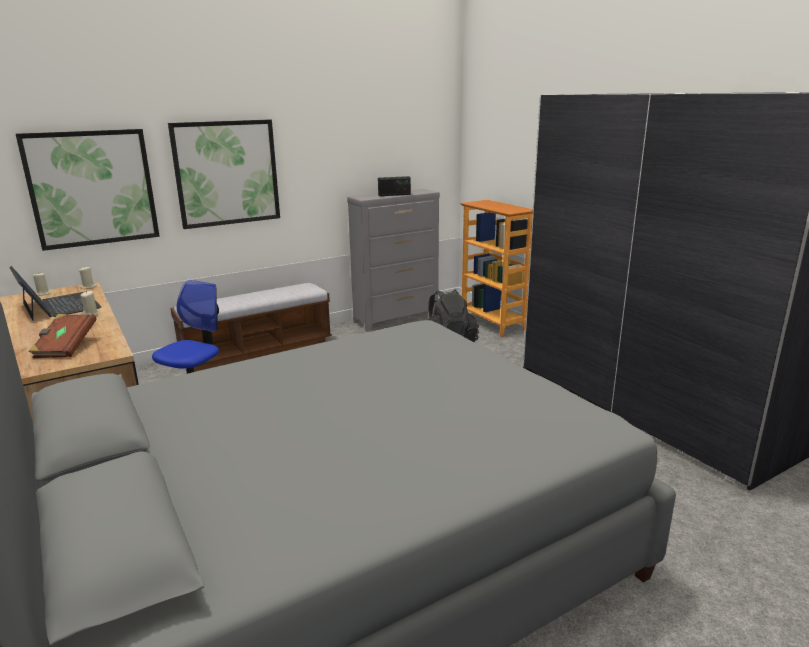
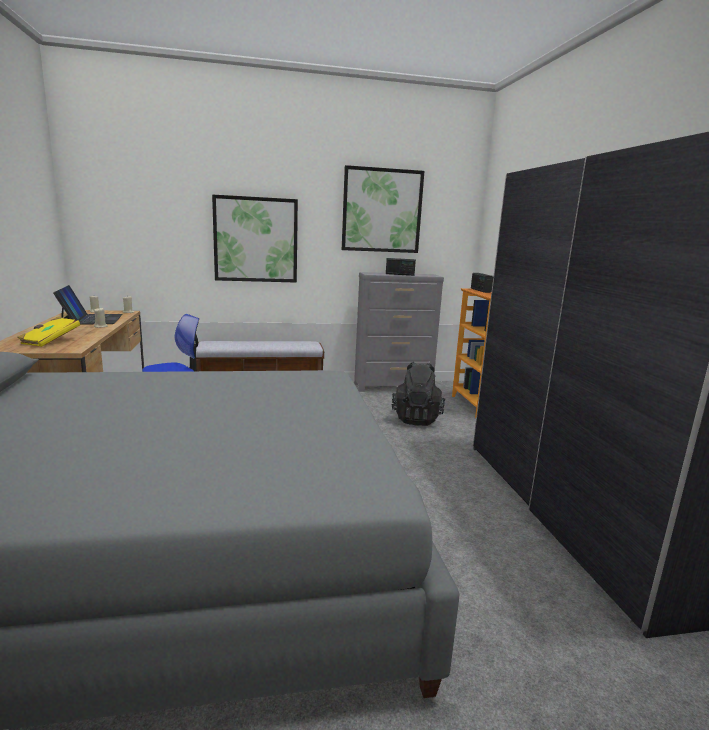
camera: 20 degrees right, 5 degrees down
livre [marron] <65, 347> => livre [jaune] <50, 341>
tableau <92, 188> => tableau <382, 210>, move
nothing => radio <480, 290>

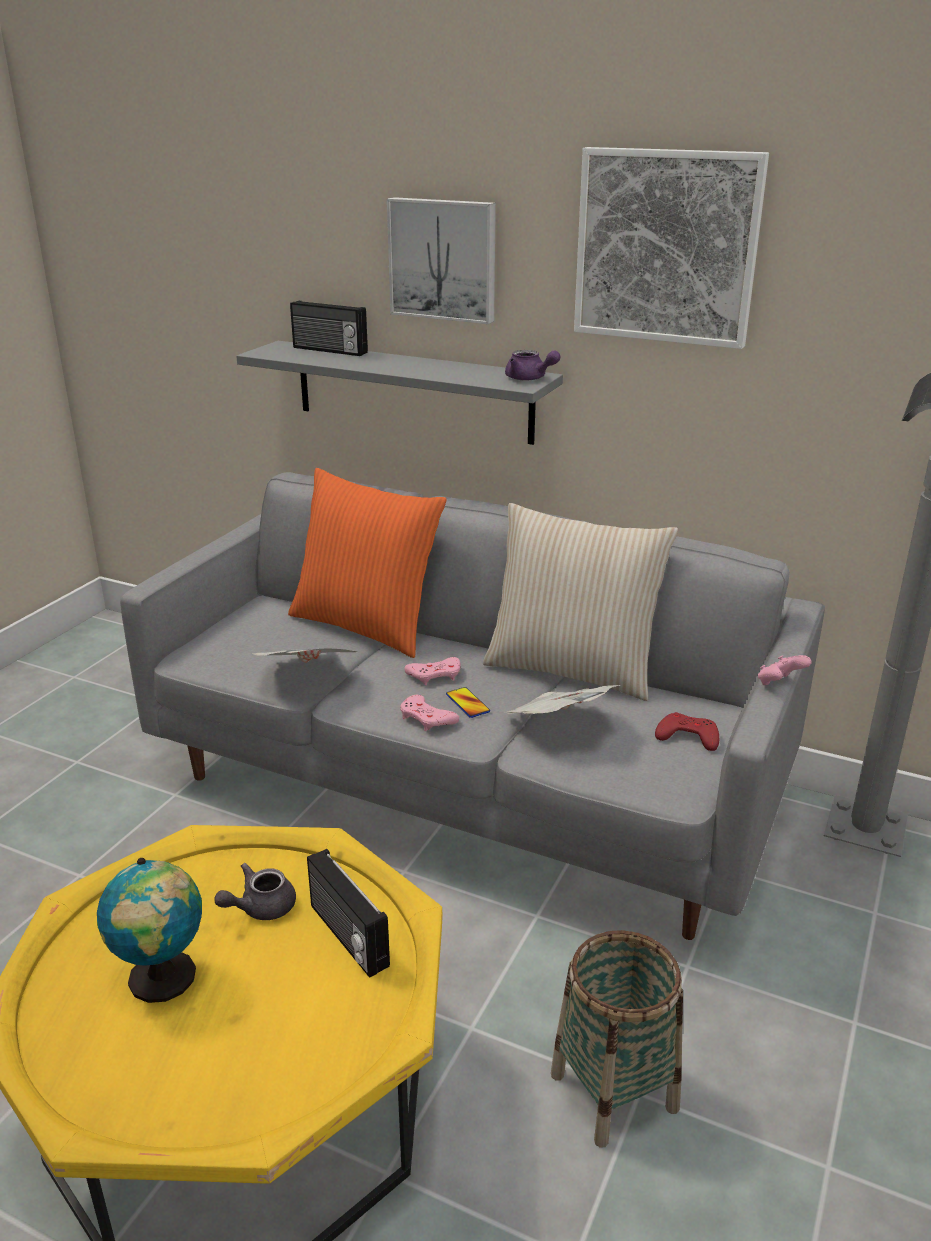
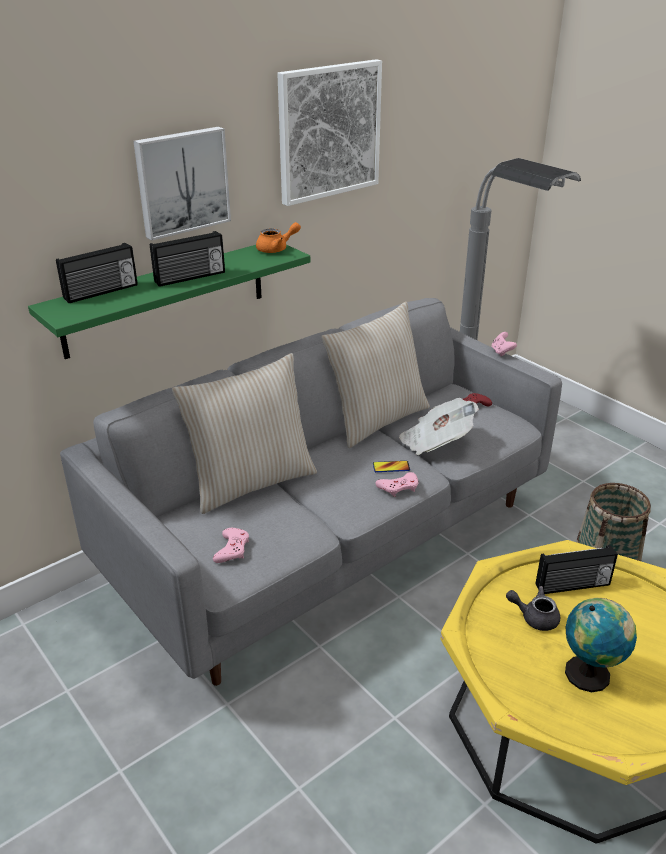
camera: 65 degrees left, 5 degrees up
étagère [gris] <413, 391> => étagère [vert] <166, 298>
nothing => radio <190, 277>
coussin [orange] <366, 626> => coussin [beige] <251, 482>
manette [rose] <435, 675> => manette [rose] <232, 549>, move
théière [violet] <529, 379> => théière [orange] <276, 249>
théière [gris] <260, 908> => théière [gris] <534, 617>, 120 degrees clockwise
journal <308, 676> => nothing

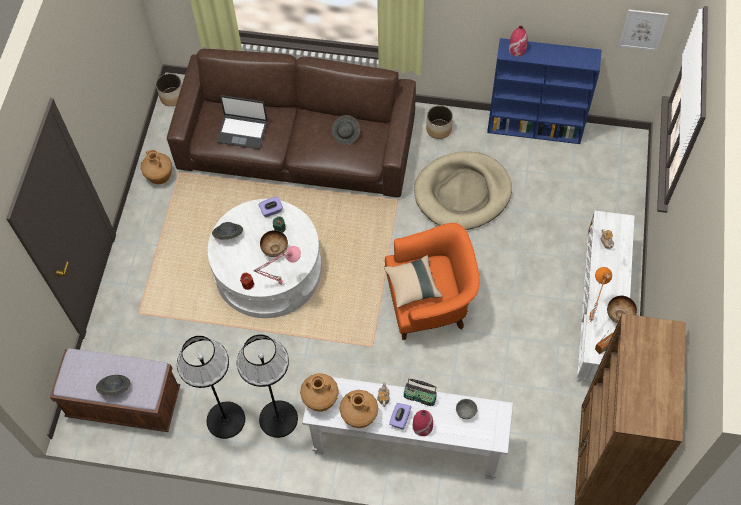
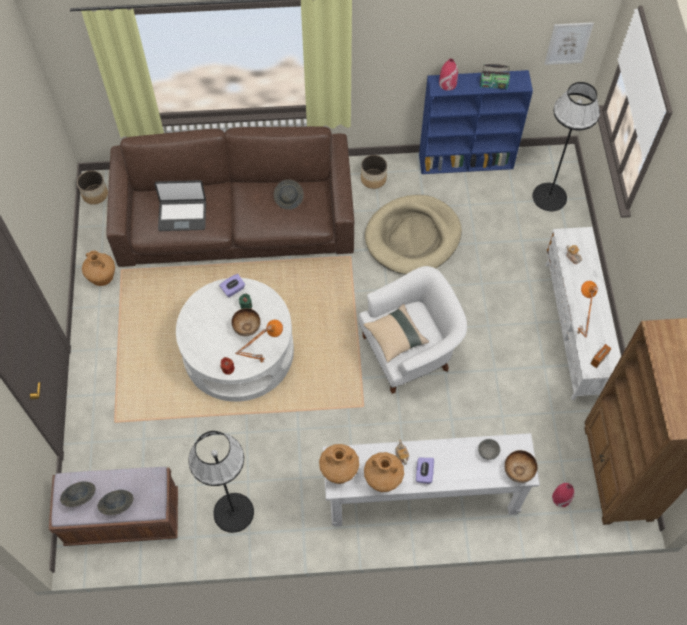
camera: 15 degrees left, 0 degrees up
chapeau [gris] <228, 235> => chapeau [gris] <79, 497>, move
lampe de table [rose] <281, 283> => lampe de table [orange] <262, 361>
fauteuil [orange] <430, 304> => fauteuil [blanc] <410, 352>
radio <420, 396> => radio <493, 84>, move
bol <619, 315> => bol <518, 471>, move
lampadaire [noir] <278, 418> => lampadaire [noir] <549, 196>, move
vase [rouge] <422, 426> => vase [rouge] <561, 498>, move

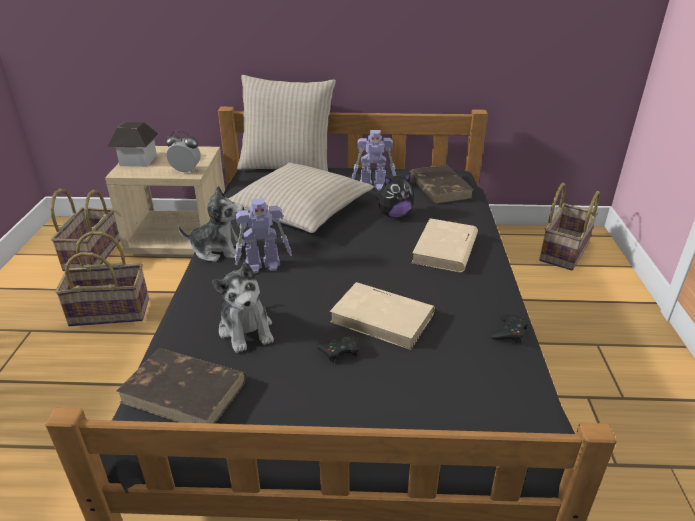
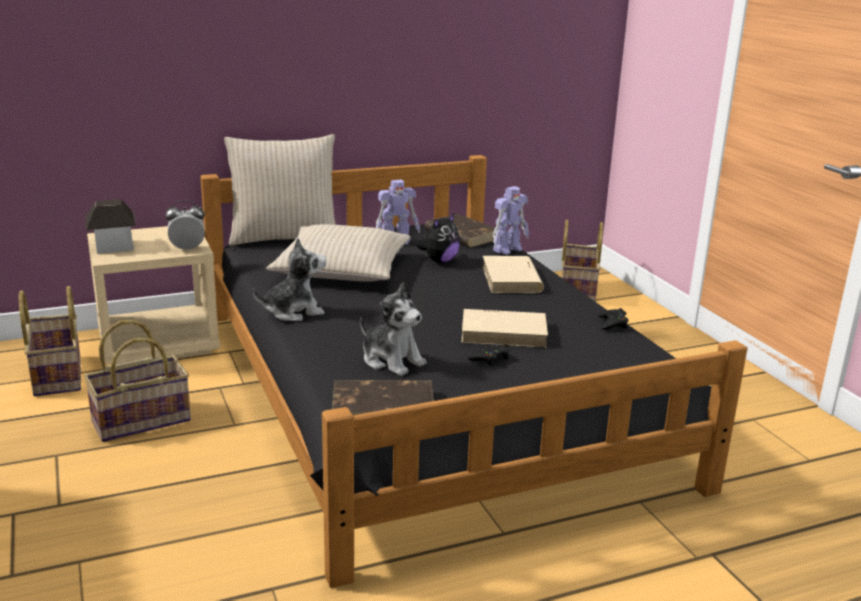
camera: 25 degrees left, 10 degrees down
robot jouet <264, 265> => robot jouet <508, 249>, move

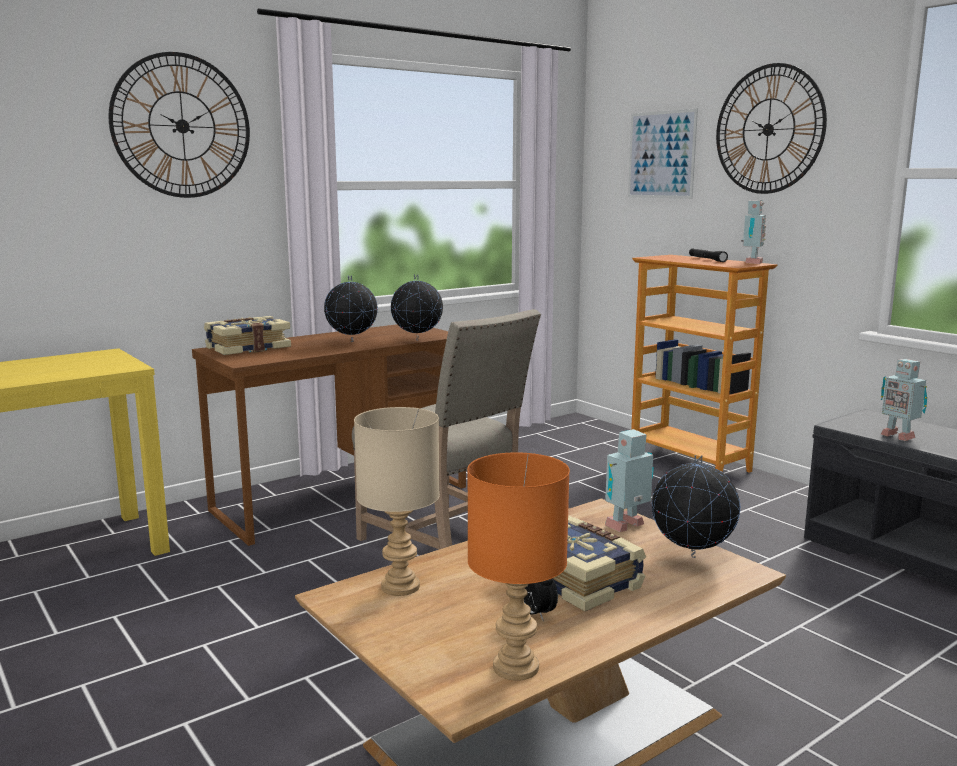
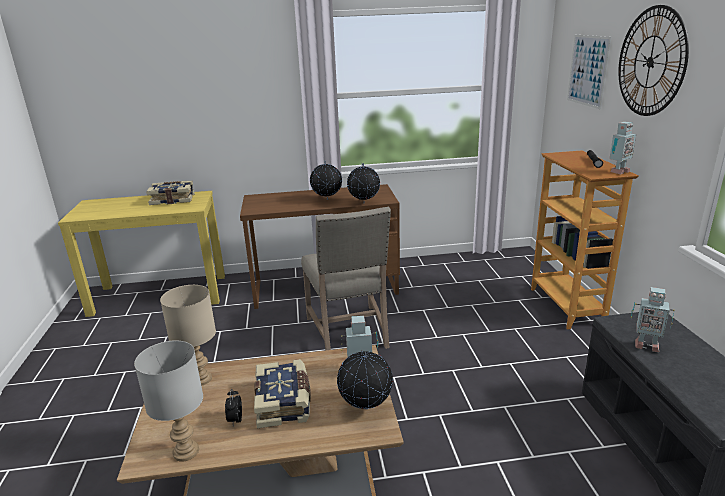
camera: 30 degrees right, 10 degrees up
lampe de table [orange] <517, 666> => lampe de table [gris] <187, 451>
livre <247, 348> => livre <172, 199>, move
robot jouet <898, 436> => robot jouet <645, 345>, 60 degrees counterclockwise
horloge murale <182, 126> => nothing

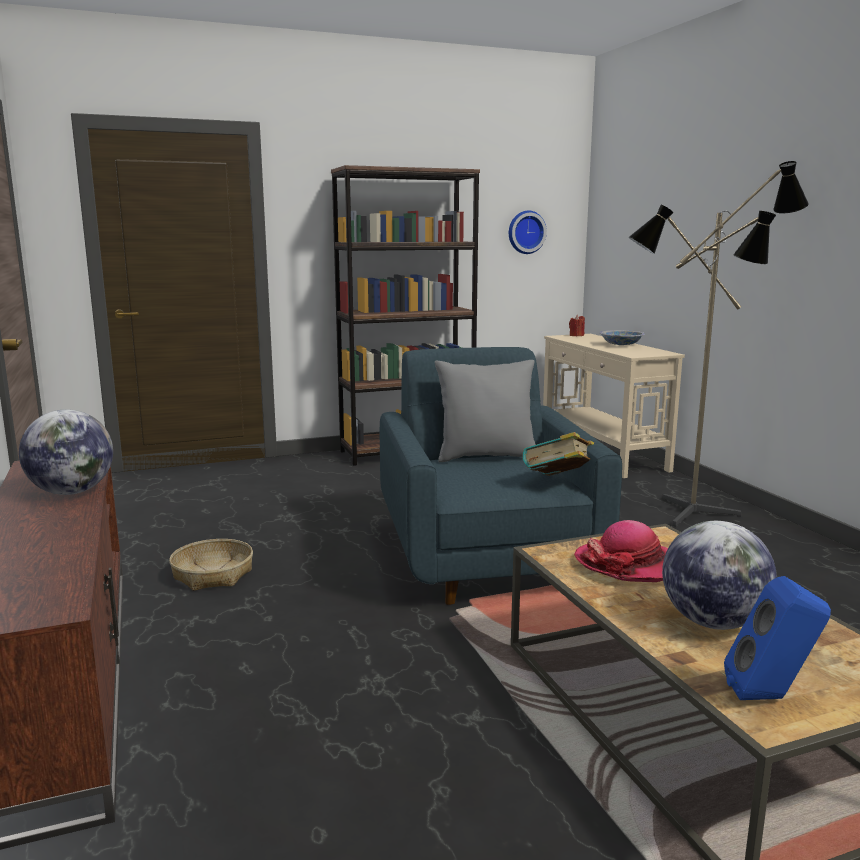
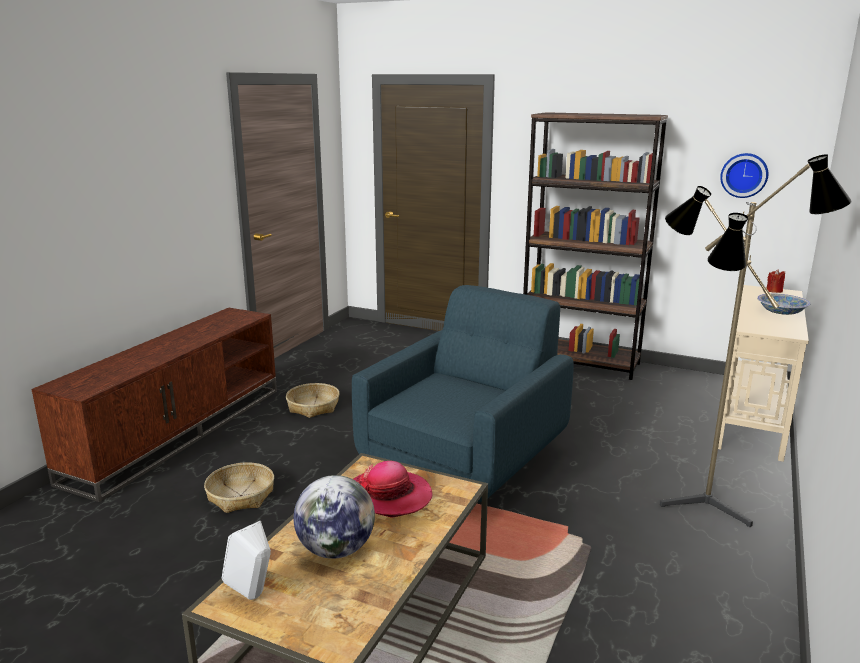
camera: 45 degrees right, 5 degrees up
nothing => panier <240, 495>
enceinte [bleu] <771, 697> => enceinte [blanc] <253, 597>
globe <71, 492> => nothing
coussin [gris] <486, 456> => nothing
livre <559, 483> => nothing

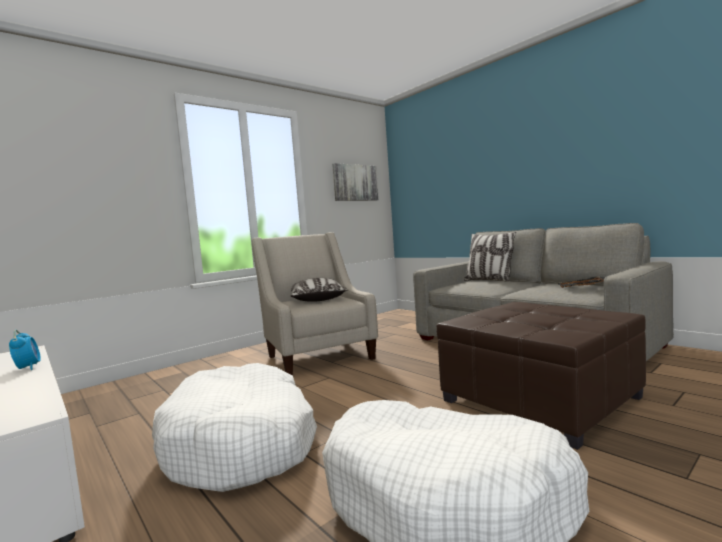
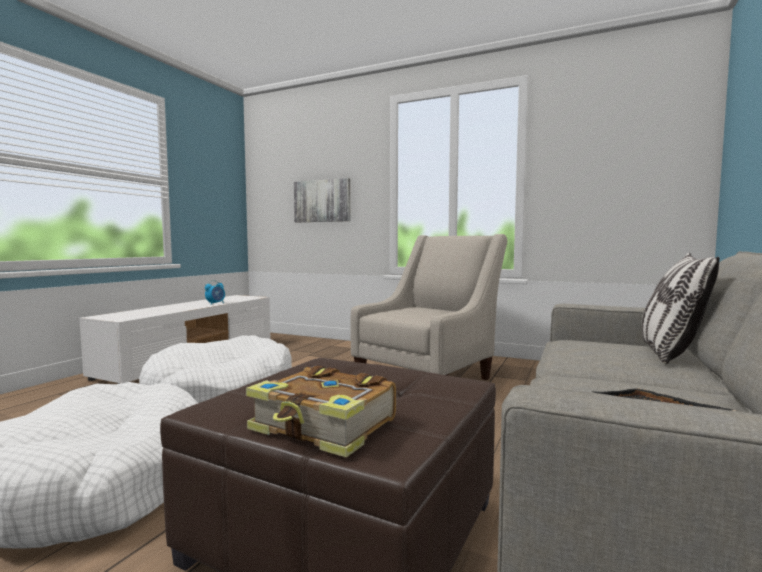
camera: 65 degrees right, 0 degrees up
nothing => livre <324, 427>
tableau <355, 183> => tableau <322, 201>, move
coussin <316, 299> => nothing

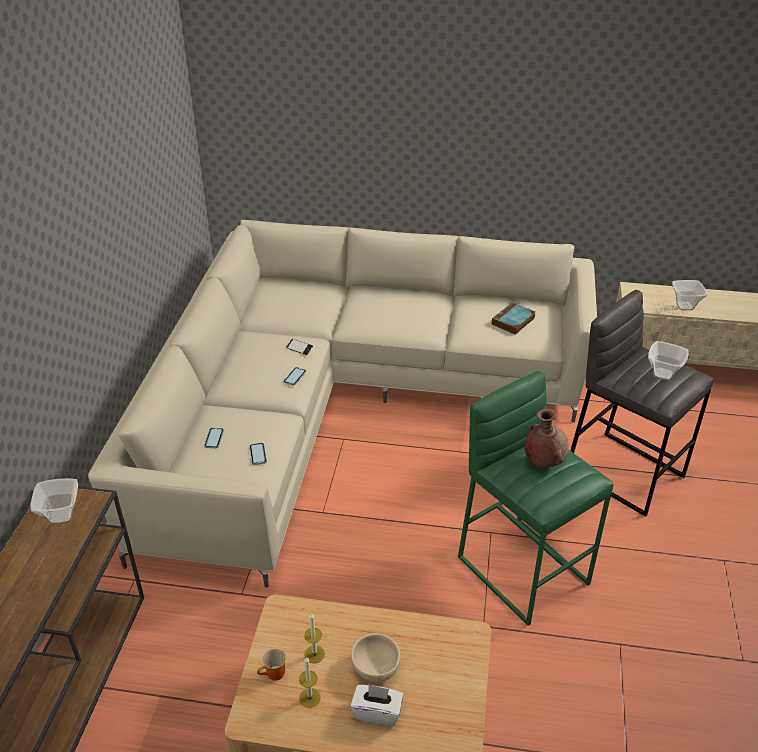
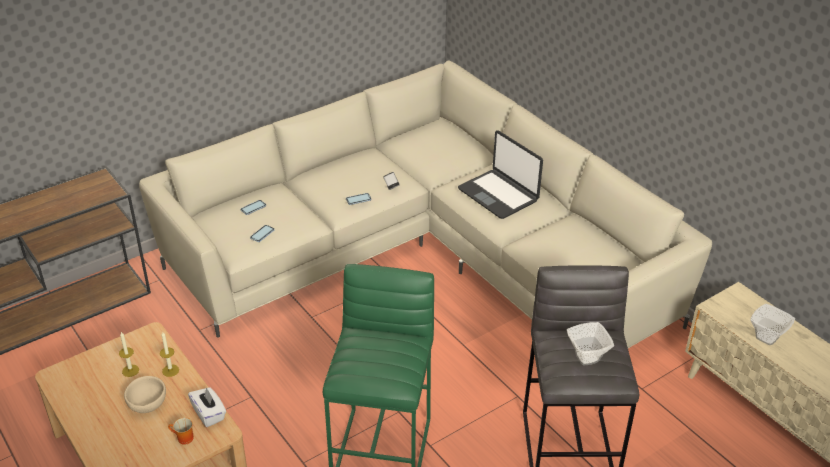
camera: 45 degrees right, 0 degrees up
bougie <309, 697> => bougie <170, 370>, move
mug <274, 674> => mug <183, 439>, move
boîte à mouchoirs [blanc] <377, 712> => boîte à mouchoirs [blanc] <209, 414>, move
nothing => ordinateur portable <498, 194>
bol <62, 515> => nothing
livre <513, 322> => nothing
vase [marron] <543, 461> => nothing

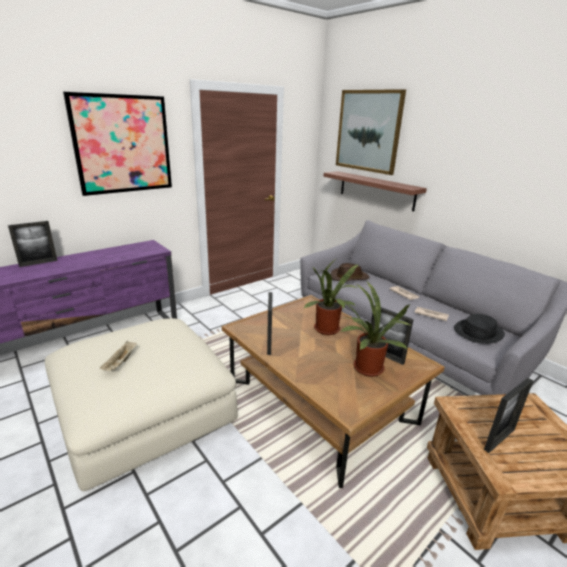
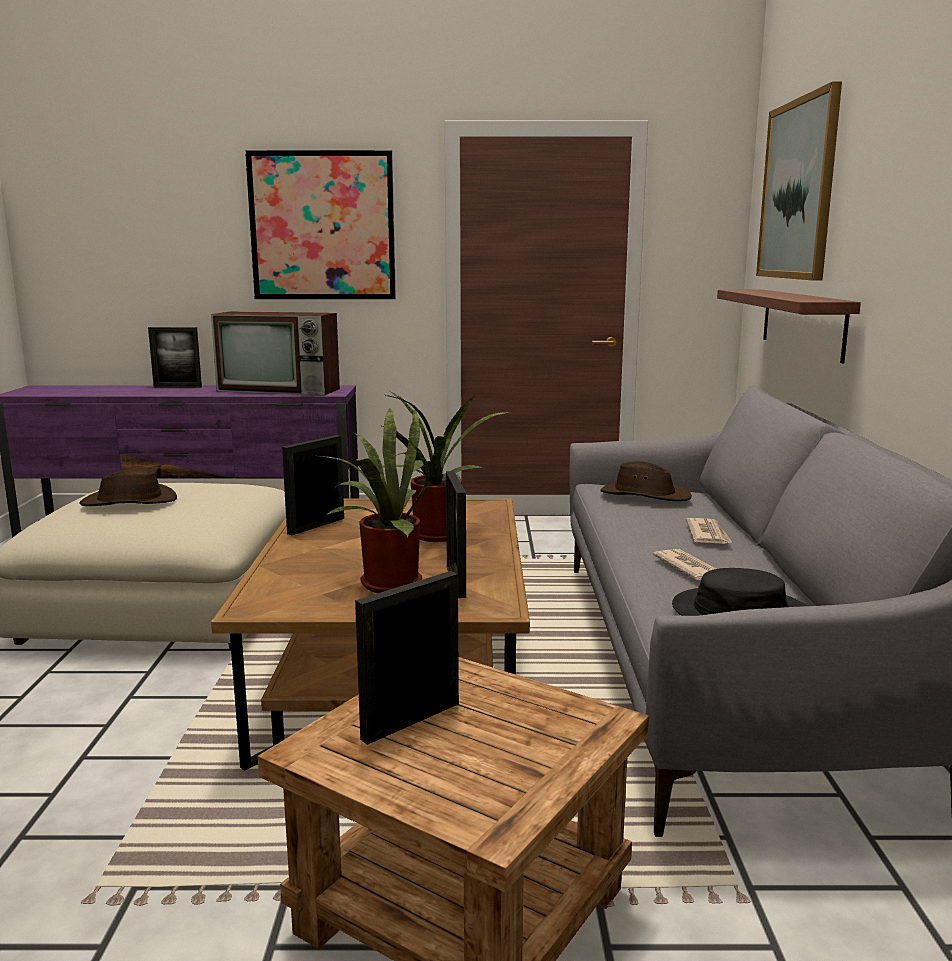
camera: 40 degrees right, 10 degrees down
plateau [beige] <121, 363> => chapeau [marron] <130, 502>
nothing => téléviseur <281, 390>
cadre photo <499, 439> => cadre photo <411, 721>, 135 degrees clockwise

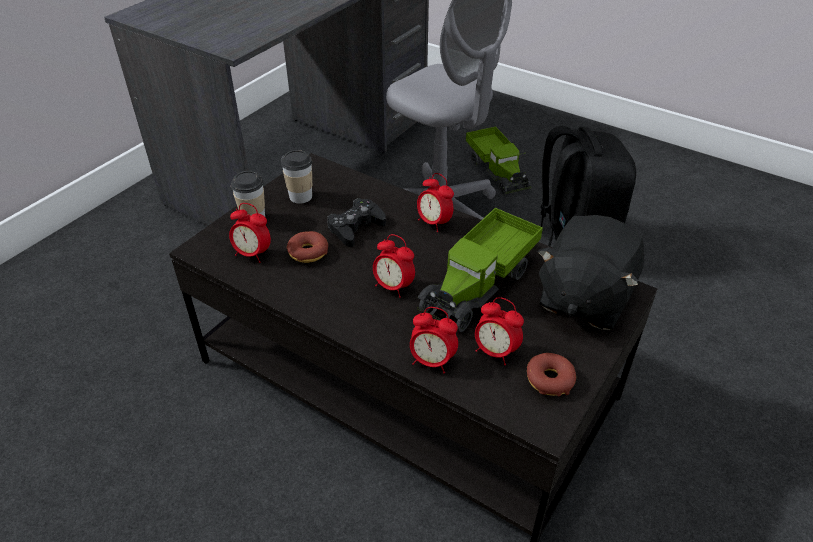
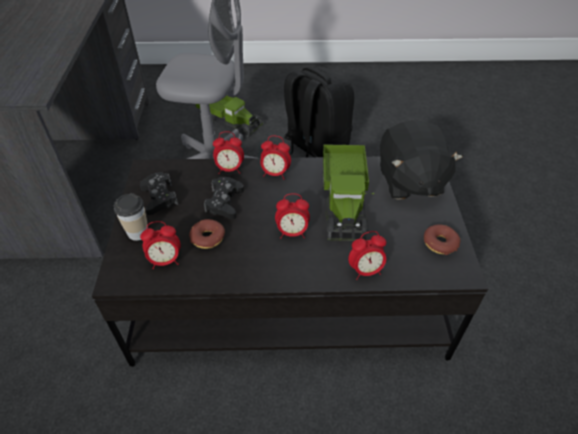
camera: 35 degrees left, 5 degrees up
tasse <300, 196> => manette [noir] <159, 197>
réveil <495, 352> => réveil <229, 169>, move

